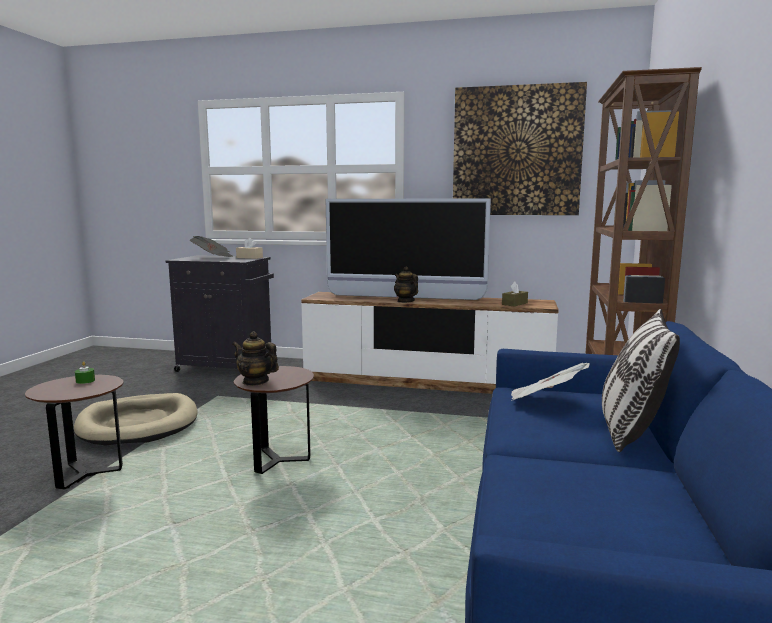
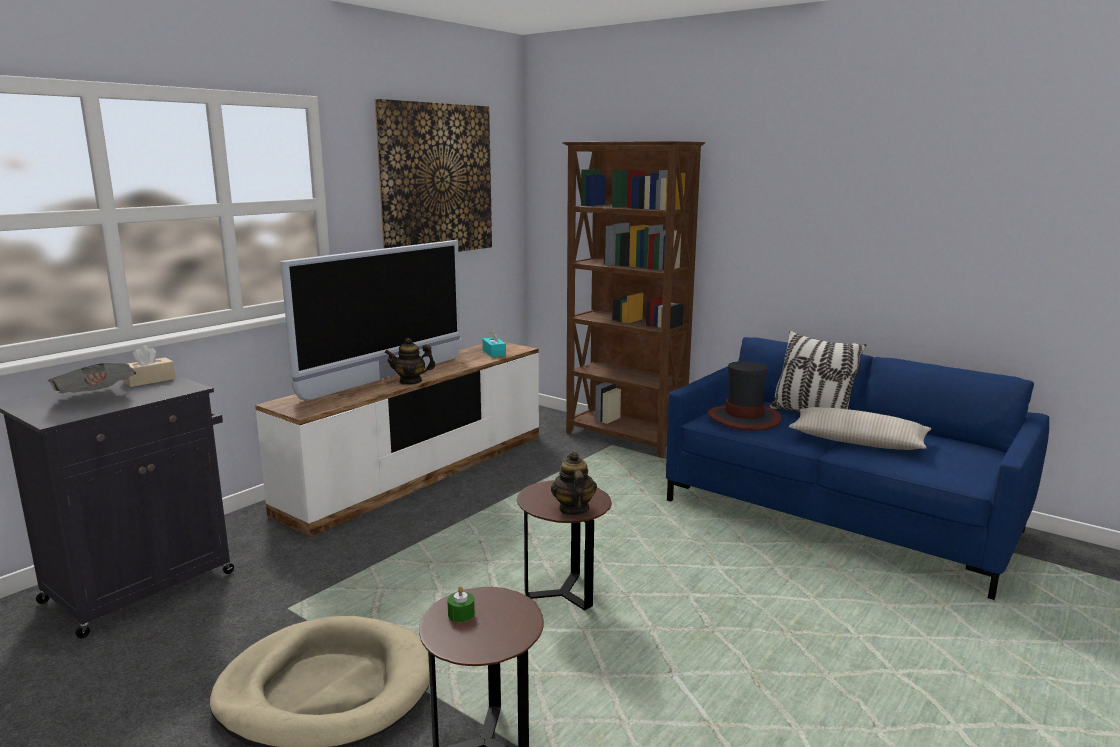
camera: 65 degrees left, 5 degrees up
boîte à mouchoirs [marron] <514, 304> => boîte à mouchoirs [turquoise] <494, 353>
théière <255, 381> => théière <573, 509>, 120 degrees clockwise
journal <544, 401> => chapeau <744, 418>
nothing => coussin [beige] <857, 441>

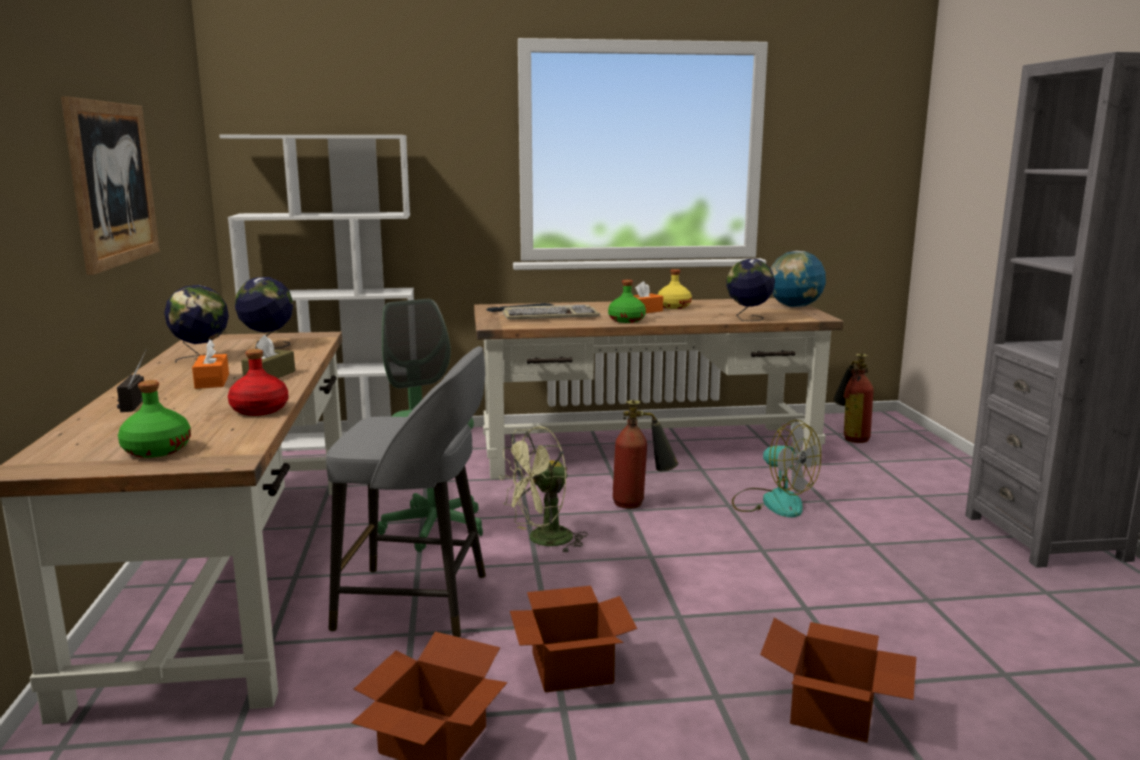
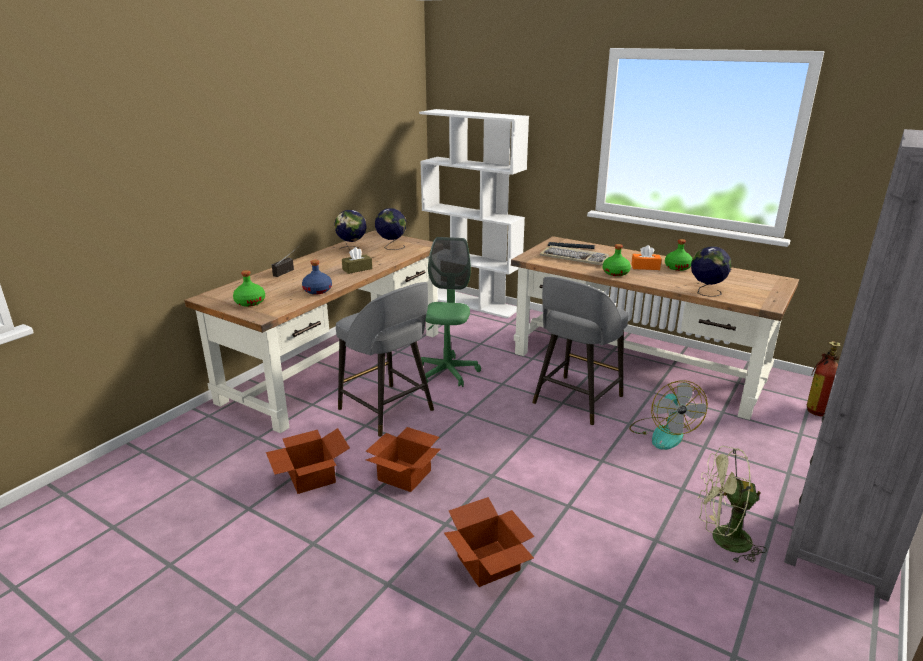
camera: 40 degrees right, 10 degrees up
bouteille [rouge] <260, 410> => bouteille [bleu] <318, 290>
extincteur <641, 503> => tabouret [gris] <576, 401>
bouteille [jaune] <673, 306> => bouteille [vert] <677, 267>
ventilateur [vert] <542, 541> => ventilateur [vert] <722, 540>, move
tableau <113, 183> => nothing
boîte à mouchoirs [orange] <212, 381> => nothing
globe <795, 307> => nothing

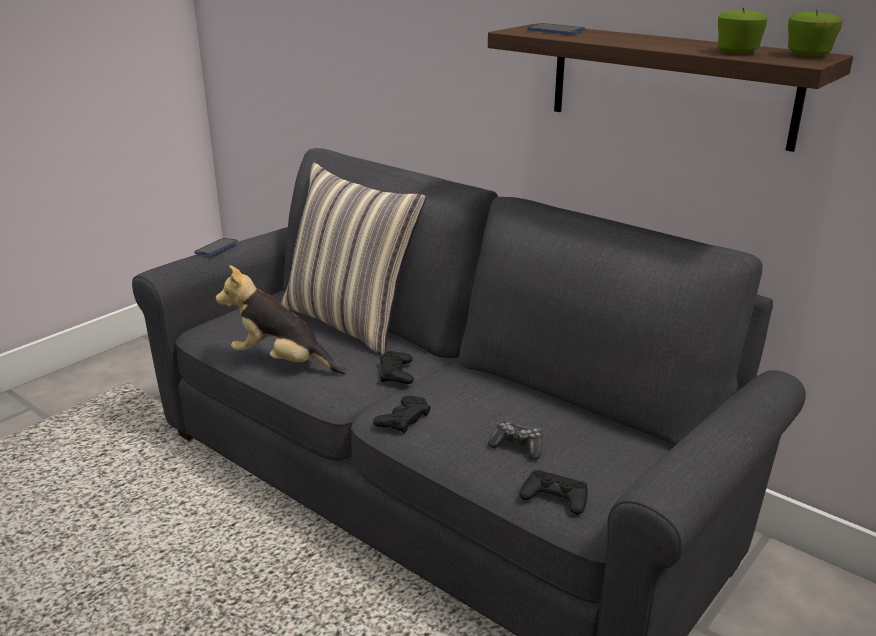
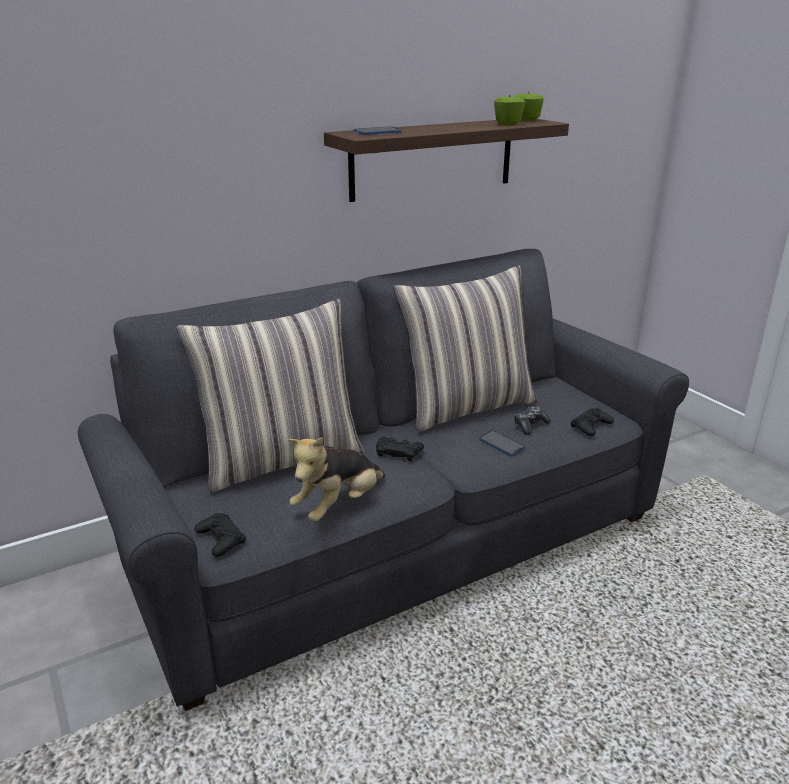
camera: 70 degrees left, 0 degrees up
manette [noir] <403, 419> => manette [noir] <220, 539>, move
nothing => coussin <467, 406>
téléphone <216, 248> => téléphone <501, 444>, move

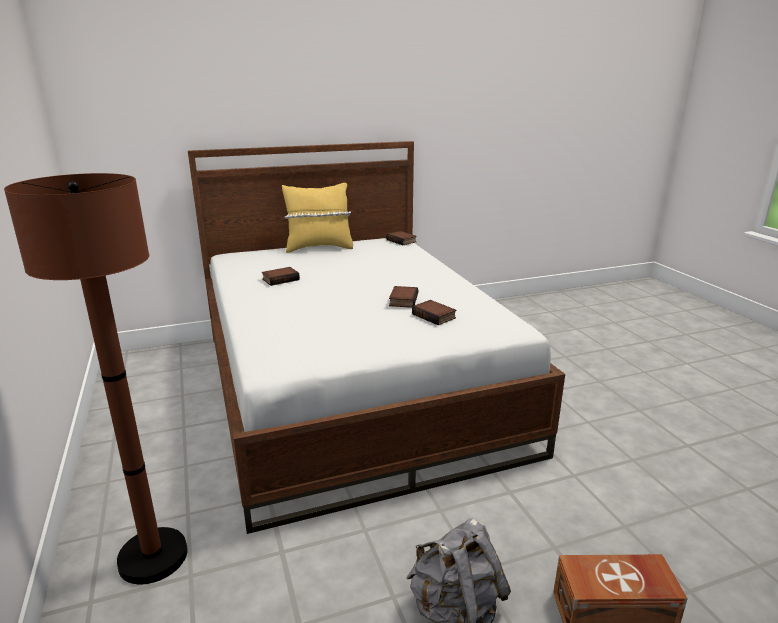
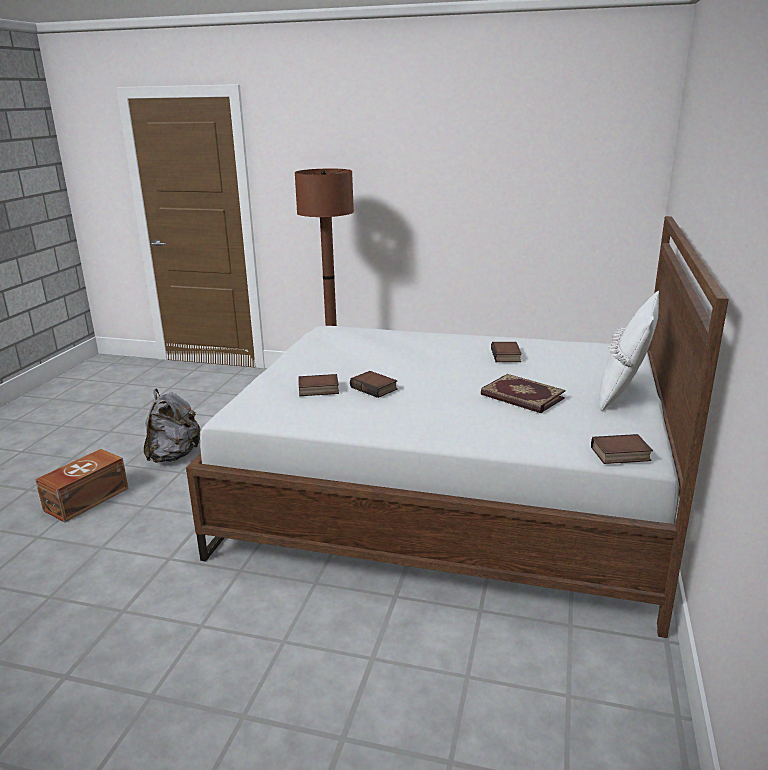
camera: 125 degrees right, 0 degrees up
nothing => livre <521, 397>
coussin [jaune] <319, 248> => coussin [blanc] <624, 393>

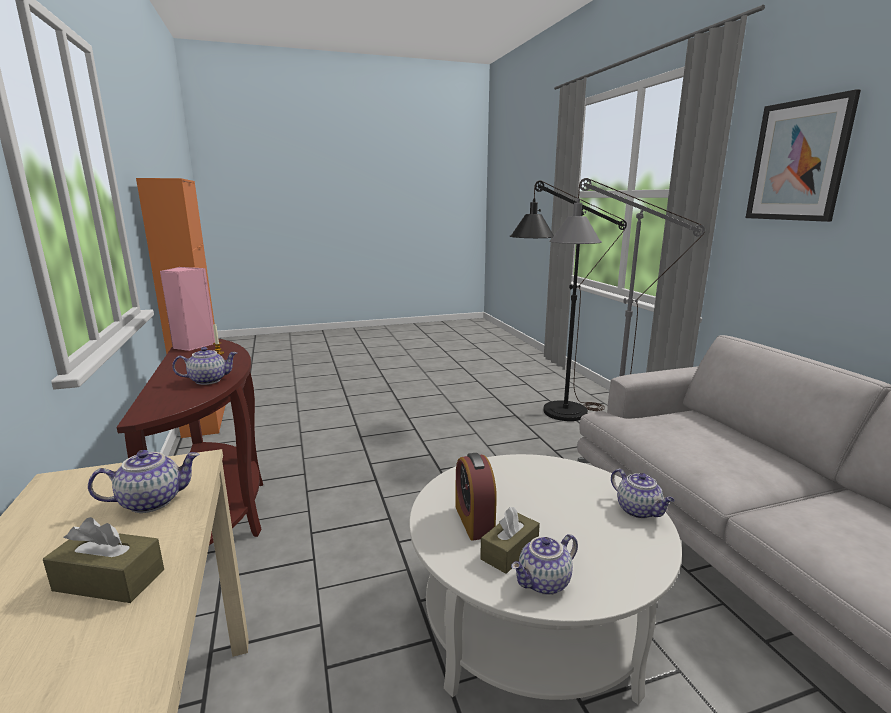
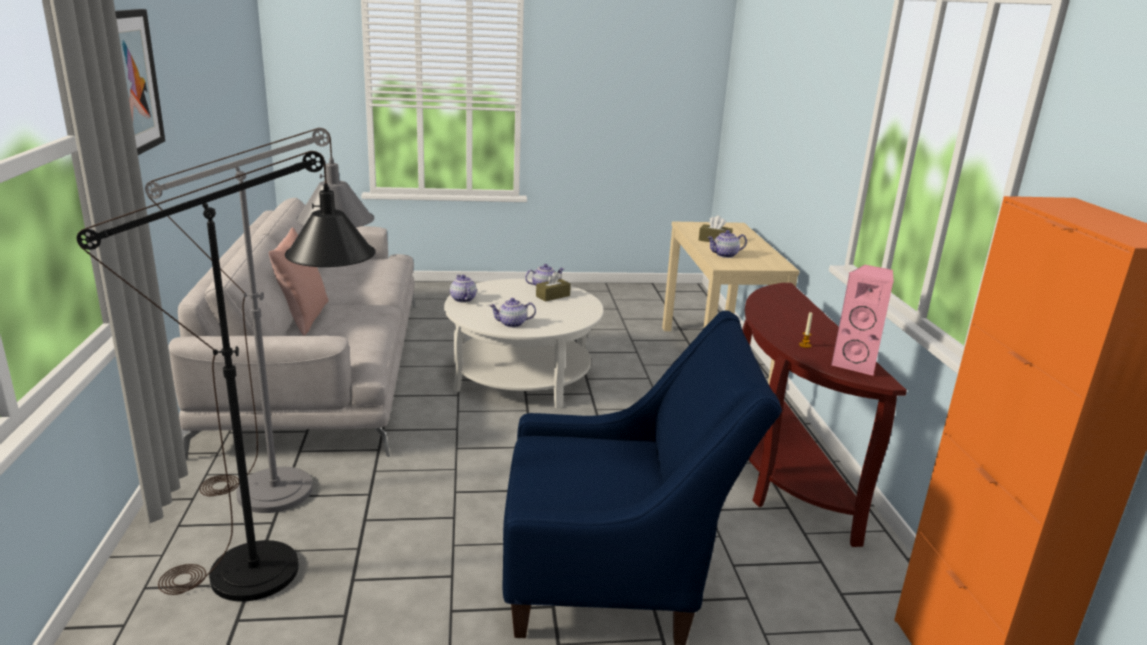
camera: 170 degrees left, 5 degrees up
nothing => coussin [rose] <303, 318>
théière <209, 380> => théière <512, 324>, move
nothing => fauteuil [bleu] <616, 576>
réveil <474, 520> => nothing

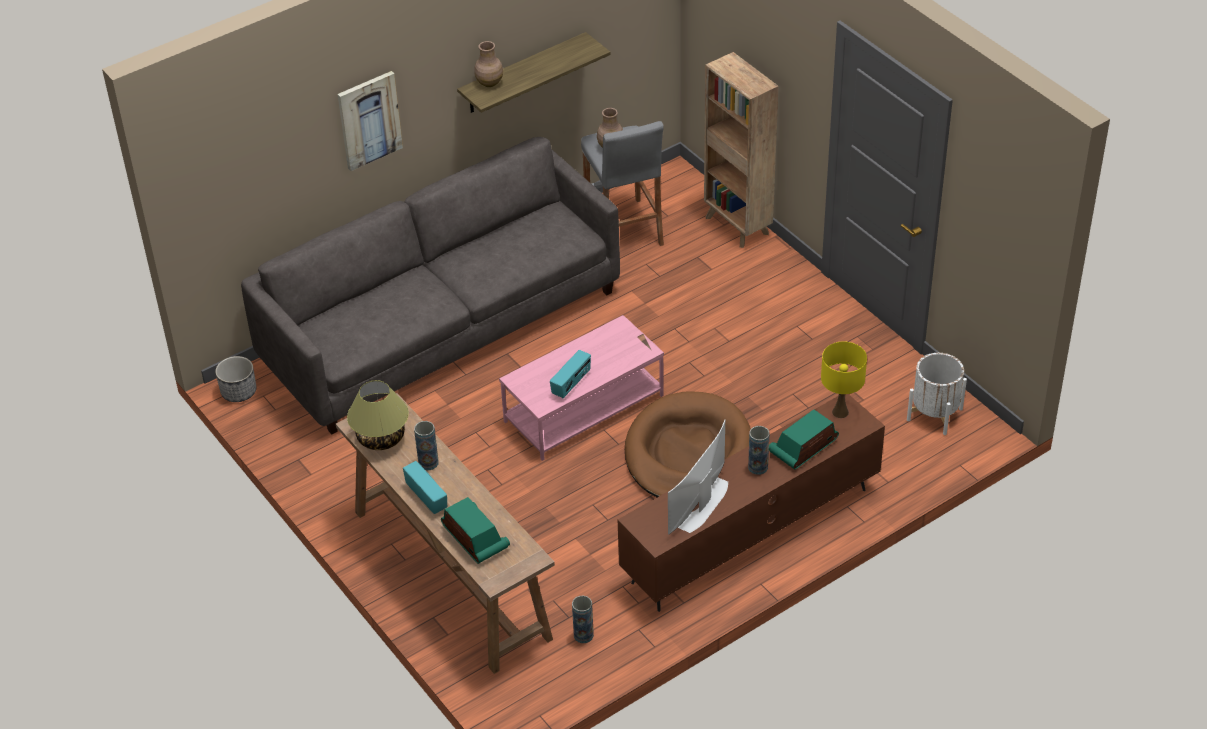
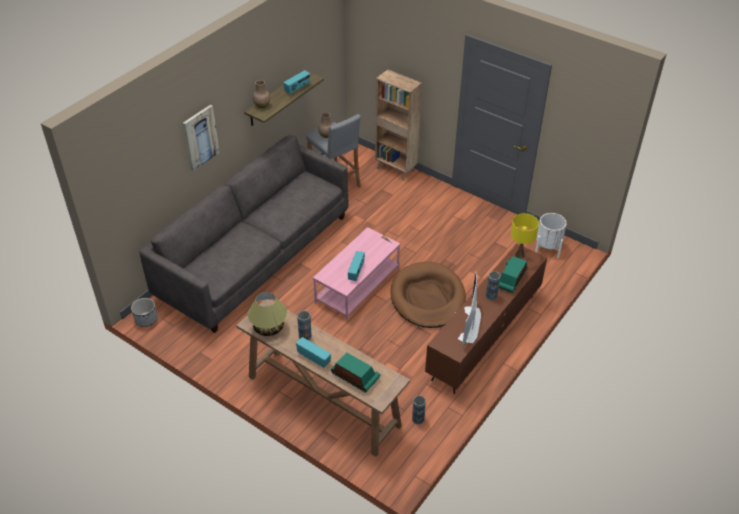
camera: 20 degrees left, 0 degrees up
nothing => radio <297, 89>

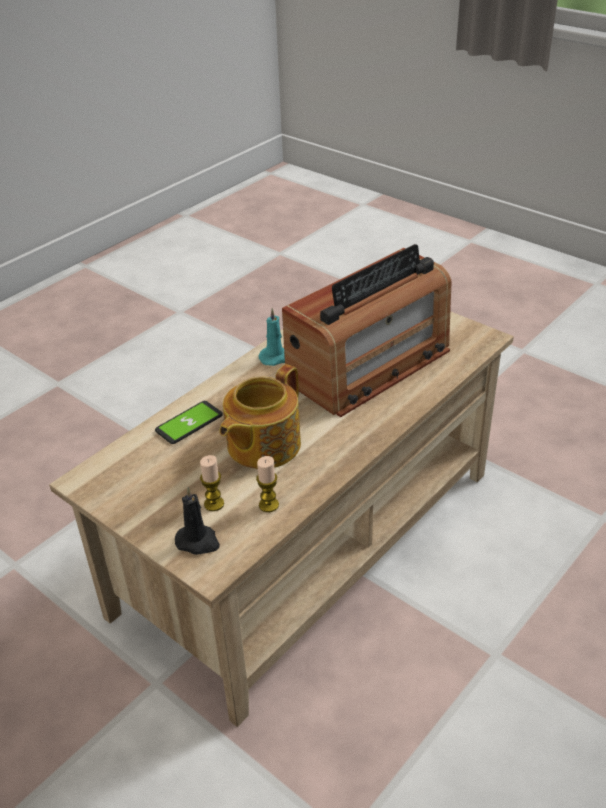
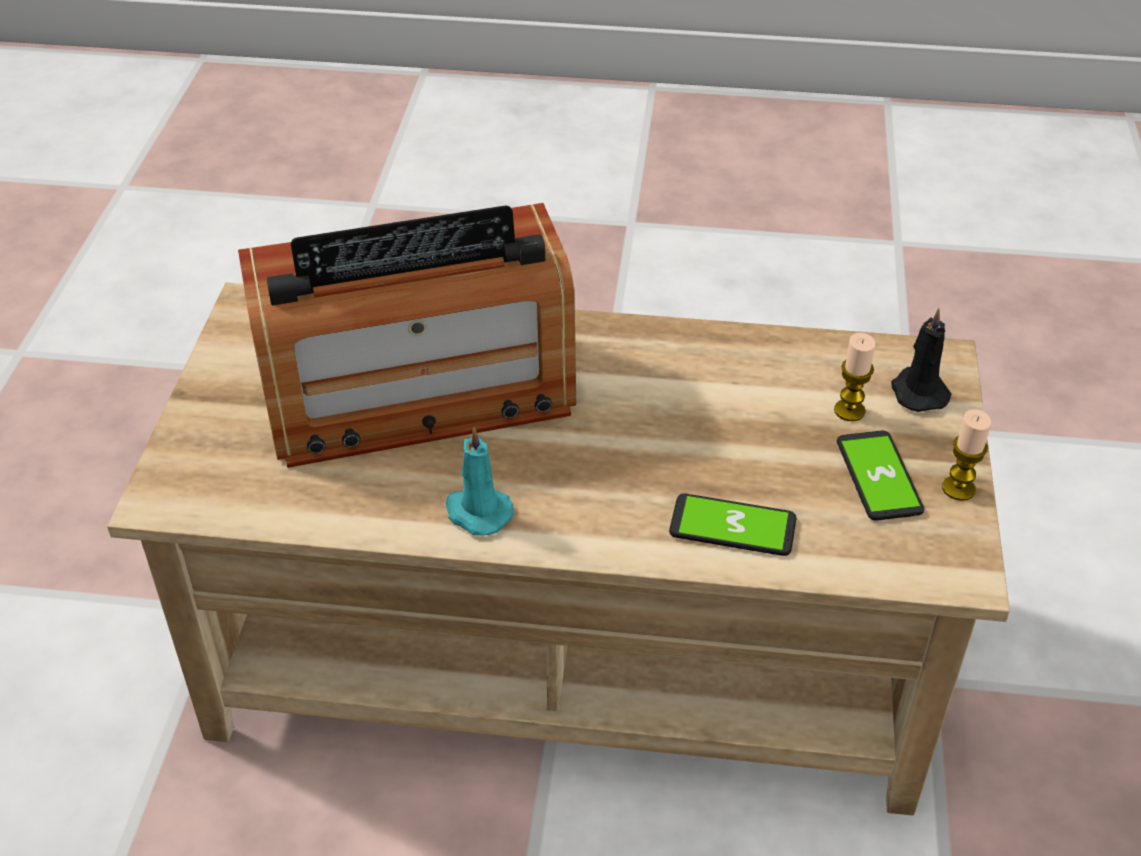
camera: 125 degrees left, 5 degrees up
radio <369, 366> => radio <418, 394>, 150 degrees clockwise
nothing => téléphone <878, 477>
bougie <268, 505> => bougie <958, 488>, move
théière <262, 445> => nothing

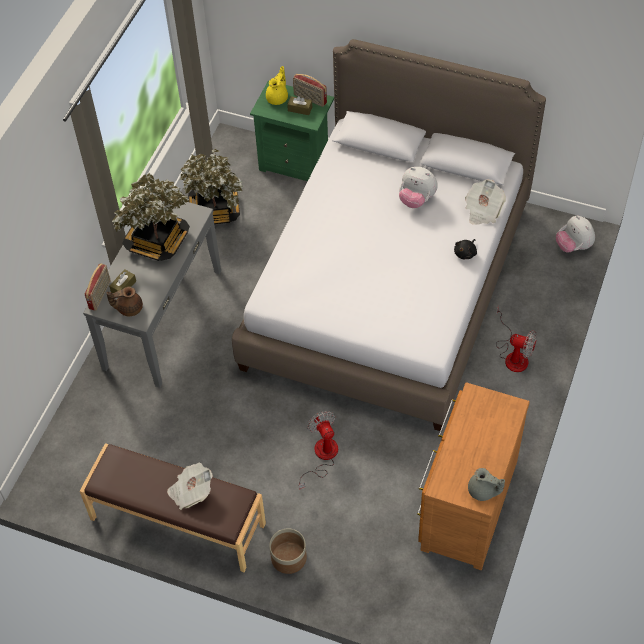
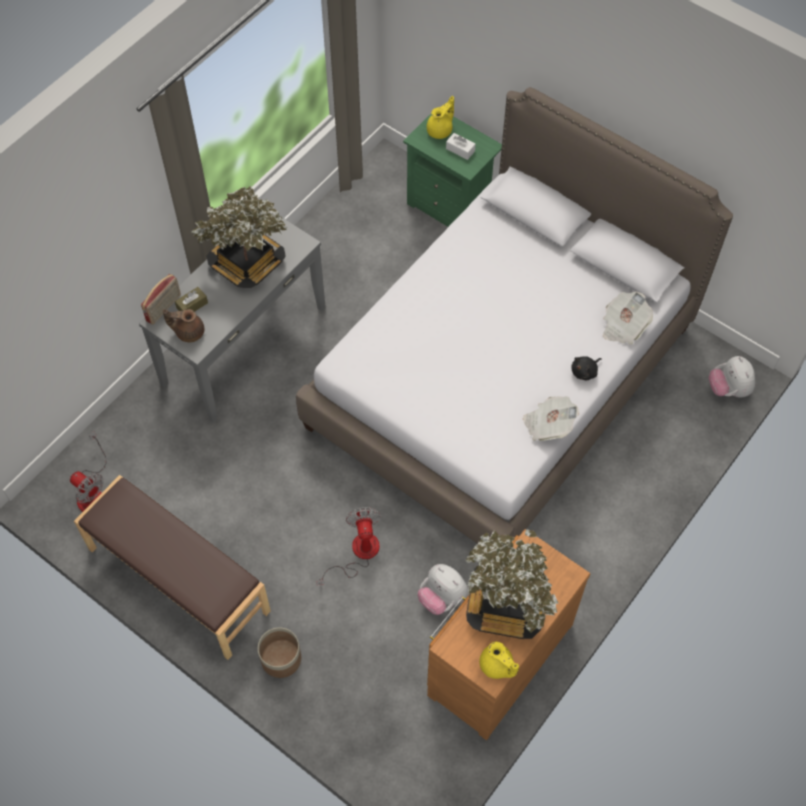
camera: 15 degrees right, 5 degrees up
ventilateur <513, 355> => ventilateur <92, 492>, move
peluche <416, 199> => peluche <442, 597>, move
boîte à mouchoirs [marron] <300, 109> => boîte à mouchoirs [blanc] <460, 150>
plante en pot <214, 210> => plante en pot <506, 603>, move
théière [gris] <483, 491> => théière [jaune] <497, 666>
journal <191, 492> => journal <548, 425>, move
radio <310, 99> => nothing

